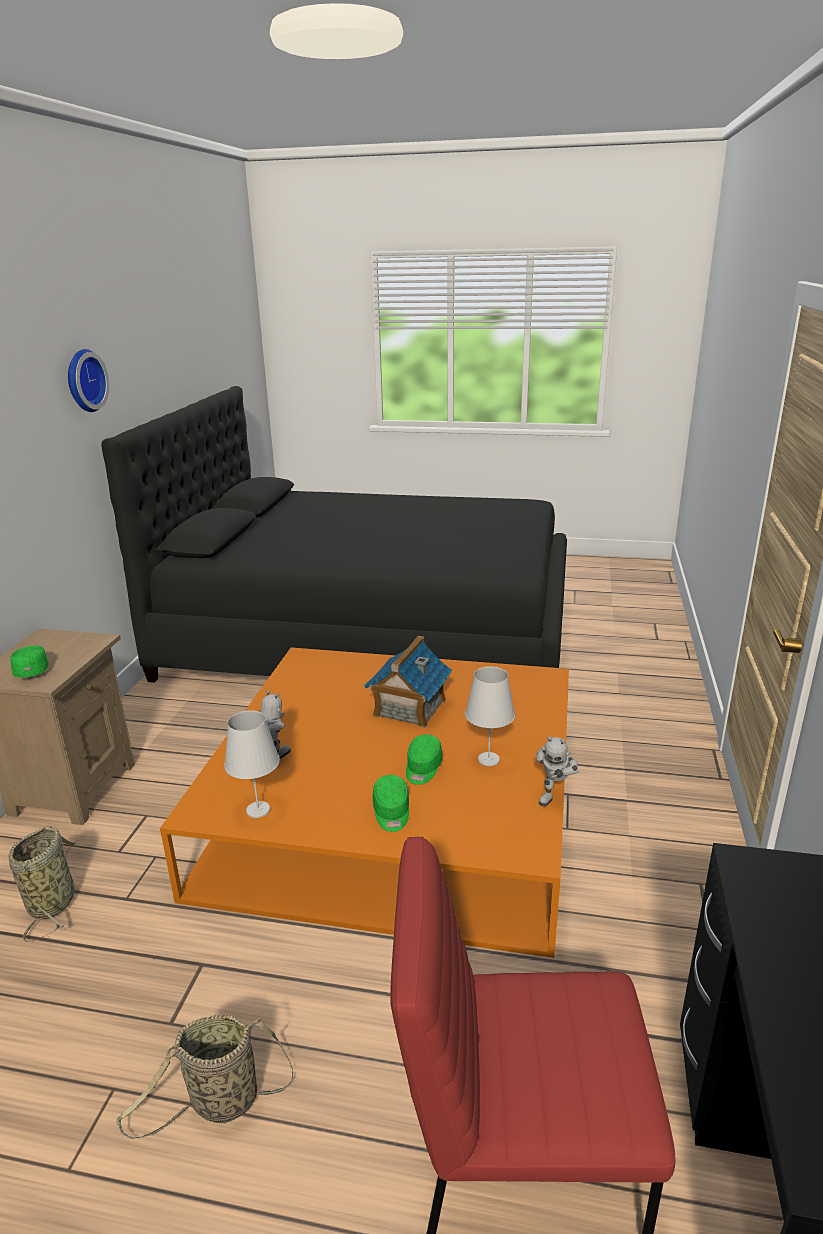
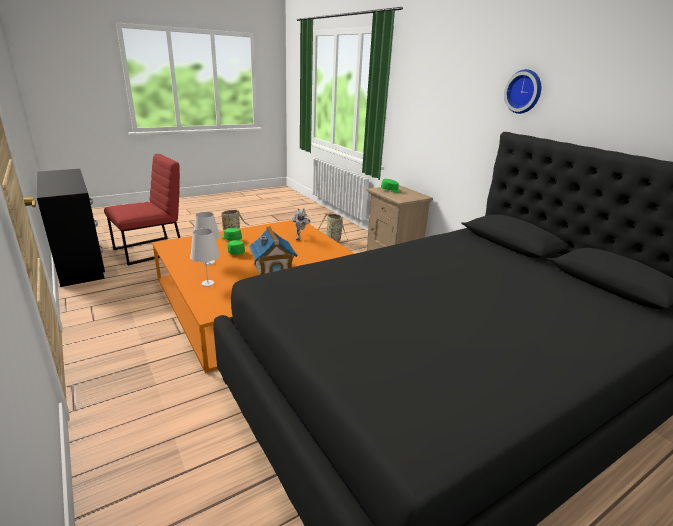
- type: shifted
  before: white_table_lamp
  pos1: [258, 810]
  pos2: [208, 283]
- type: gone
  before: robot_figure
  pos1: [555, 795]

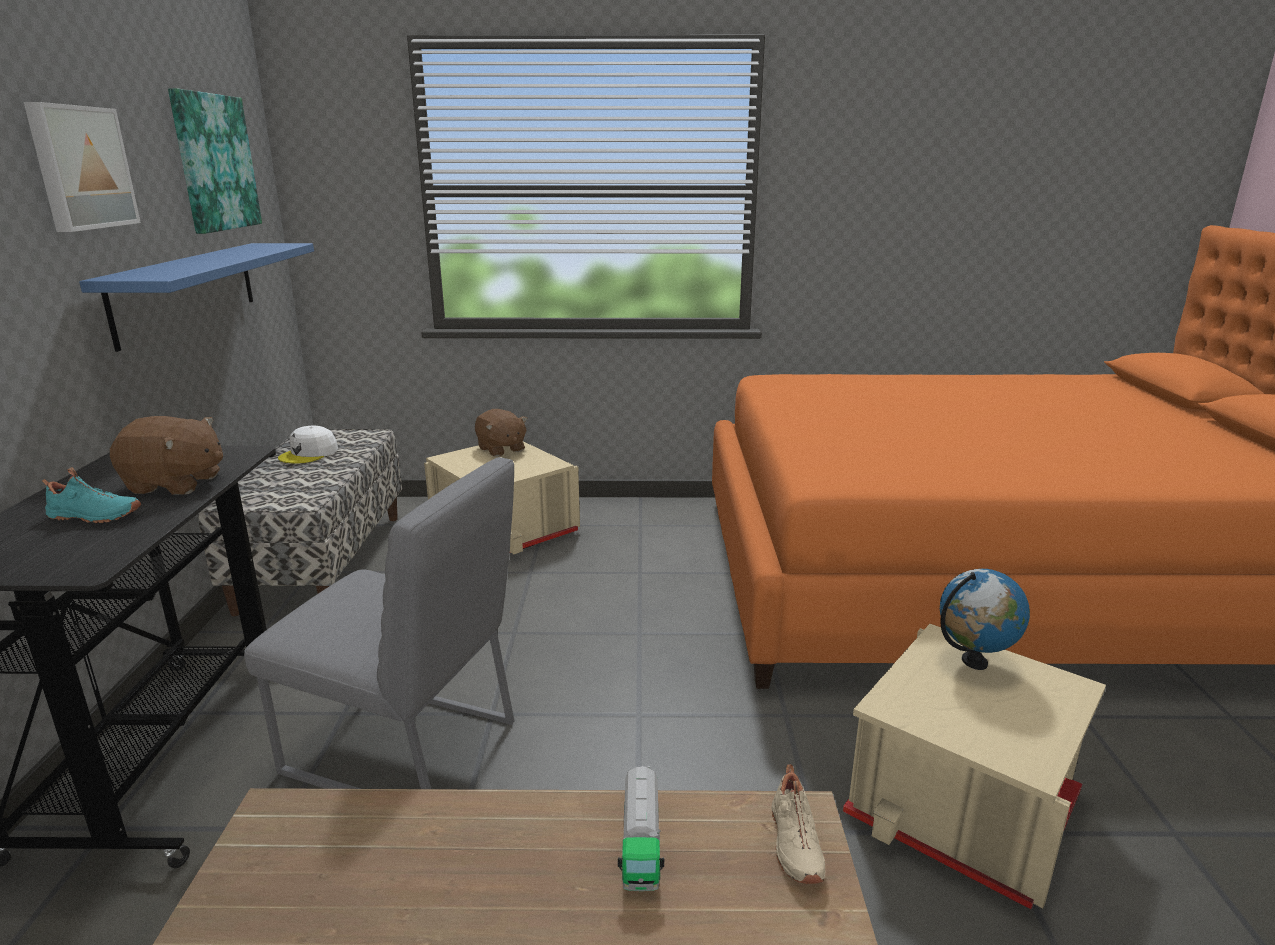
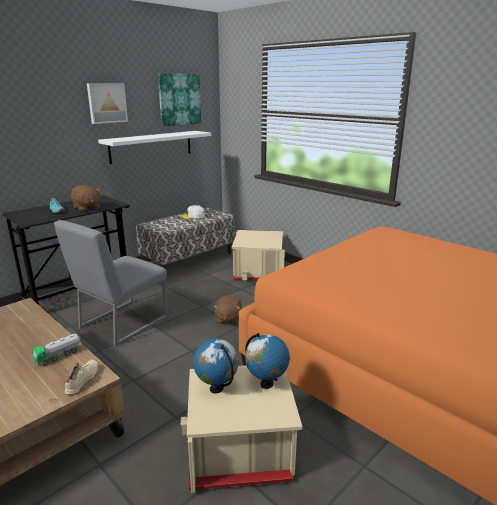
- type: repainted
  before: blue_shelf
  after: white_shelf
  pos1: [186, 291]
  pos2: [151, 146]
- type: rotated
  before: greyish_chair
  pos1: [406, 749]
  pos2: [121, 323]
  turn: 60
- type: shifted
  before: brown_soft_toy
  pos1: [501, 449]
  pos2: [228, 319]
- type: rotated
  before: beige_low_shoe
  pos1: [793, 843]
  pos2: [83, 381]
  turn: 150
- type: new
  after: world_globe
  pos2: [217, 388]

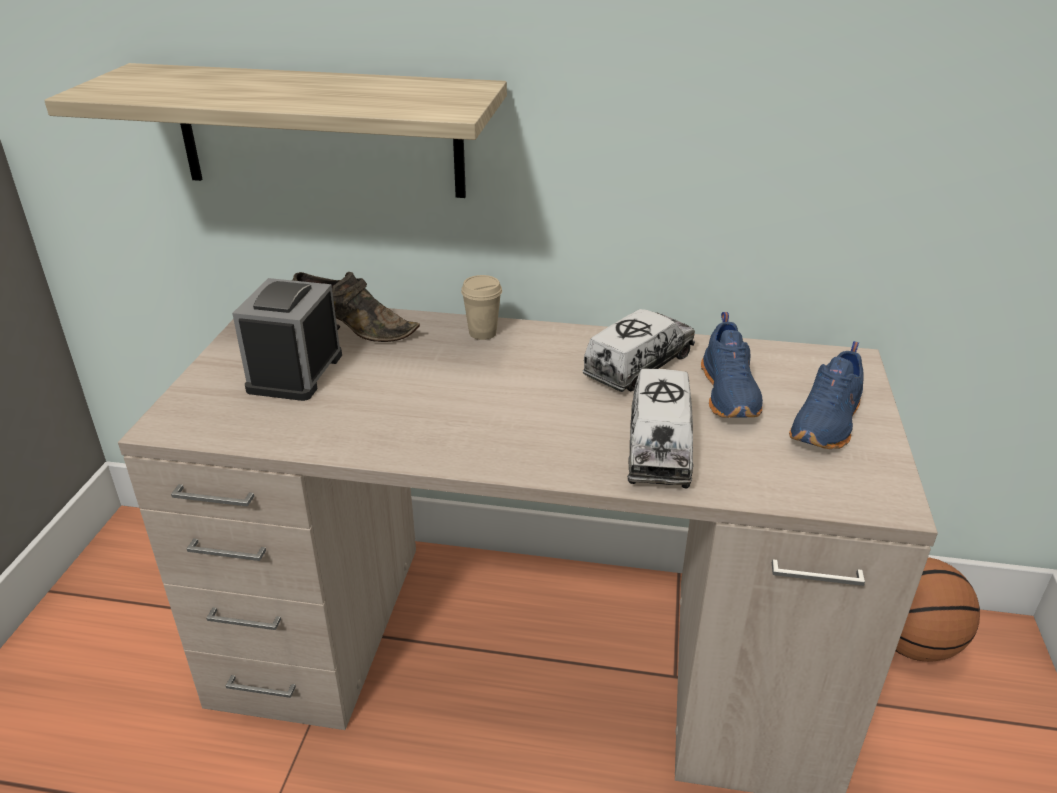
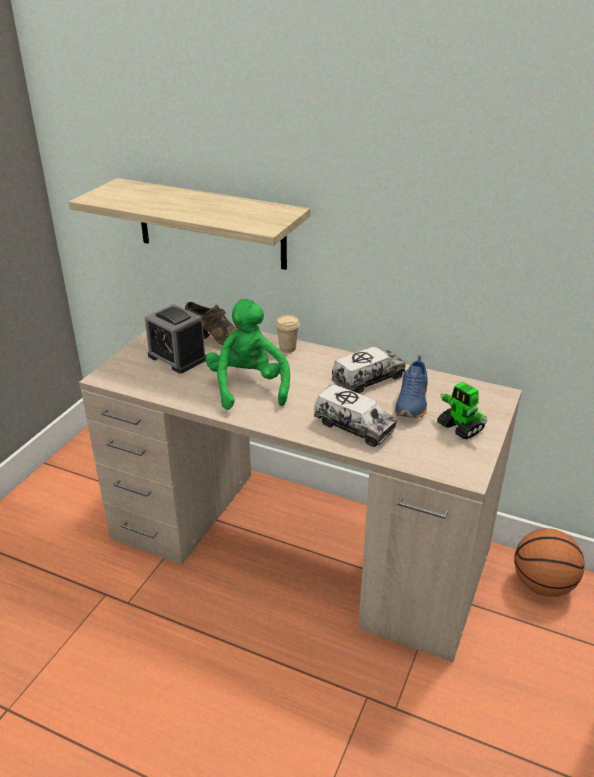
- type: rotated
  before: alarm_clock
  pos1: [295, 372]
  pos2: [177, 357]
  turn: -75
- type: rotated
  before: toy_truck
  pos1: [659, 448]
  pos2: [354, 427]
  turn: -75
- type: swapped
  before: blue_low_shoe
  after: robot_figure
  pos1: [828, 423]
  pos2: [460, 428]
- type: new
  after: green-coloured_soft_toy
  pos2: [248, 387]

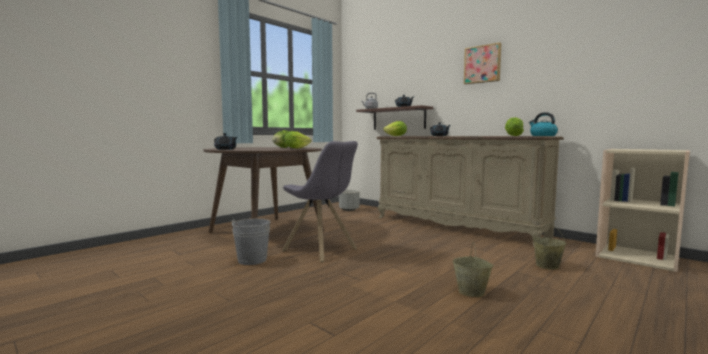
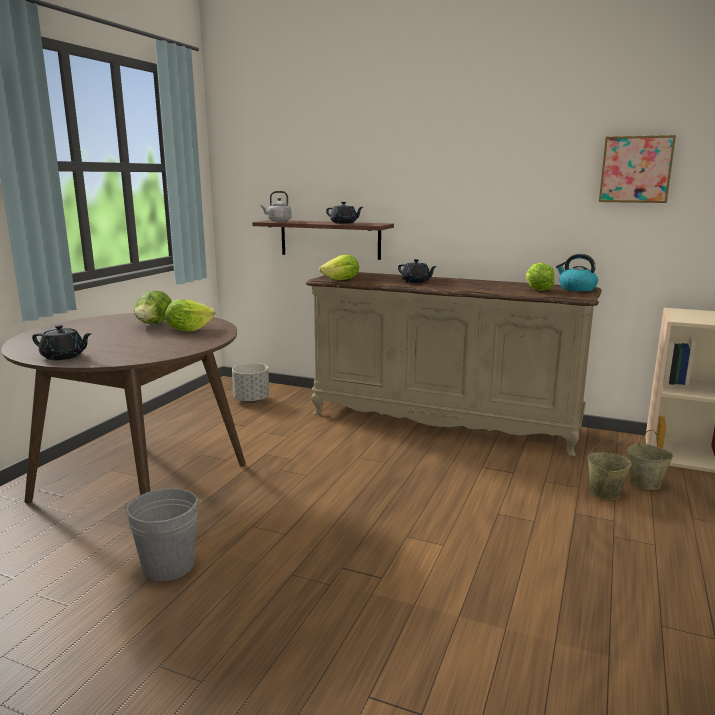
- type: gone
  before: greyish_chair
  pos1: [320, 250]
- type: shifted
  before: beige_water_bucket
  pos1: [472, 292]
  pos2: [646, 483]
- type: shifted
  before: wall_art
  pos1: [482, 64]
  pos2: [635, 169]

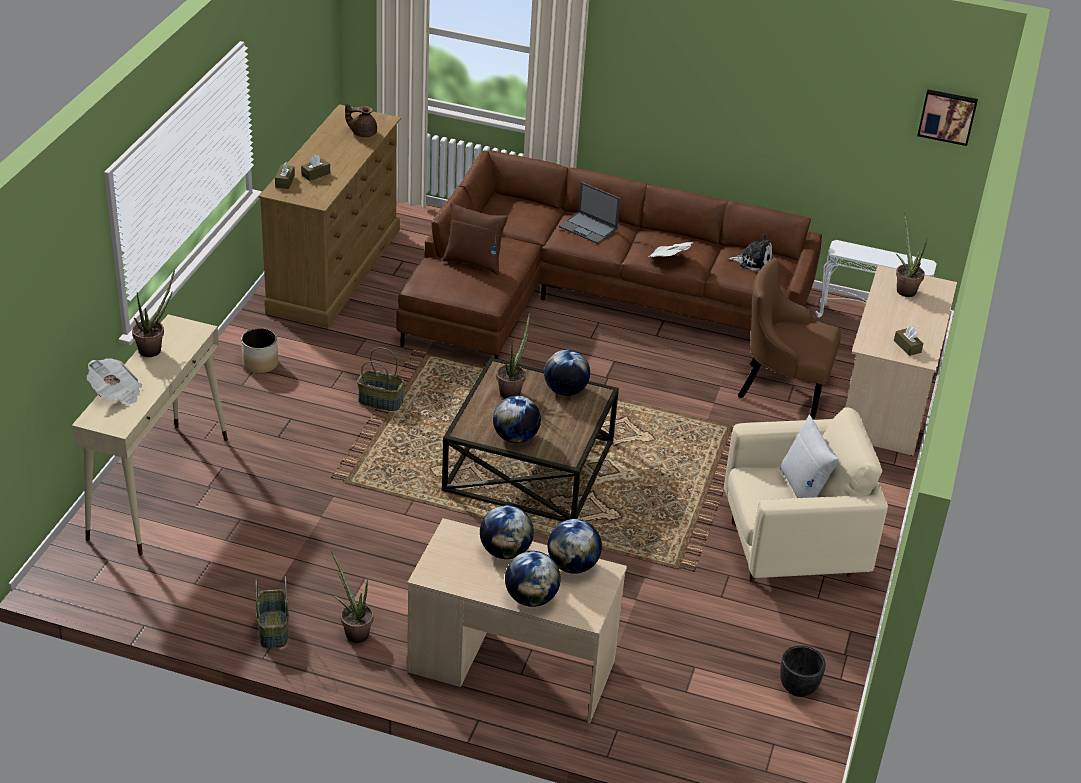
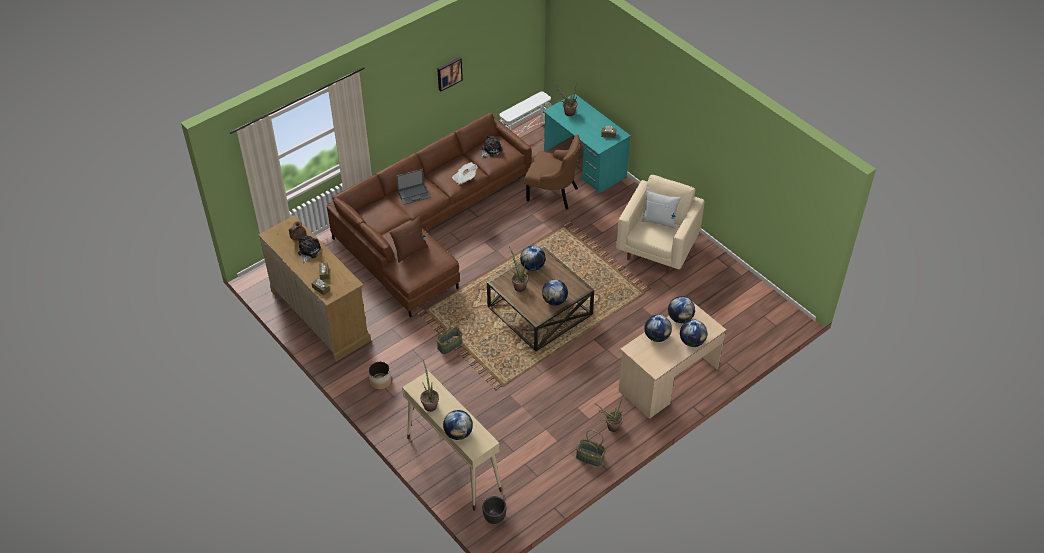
- type: swapped
  before: daily_paper
  after: world_globe
  pos1: [116, 393]
  pos2: [458, 433]
- type: rotated
  before: brown_chair
  pos1: [784, 390]
  pos2: [551, 194]
  turn: -120
- type: shifted
  before: blackish_plant_pot
  pos1: [798, 689]
  pos2: [494, 518]
- type: repainted
  before: beige_desk_unit
  after: turquoise_desk_unit
  pos1: [888, 401]
  pos2: [584, 164]
- type: shifted
  before: wall_art
  pos1: [947, 116]
  pos2: [449, 73]
- type: new
  after: soft_toy
  pos2: [308, 252]

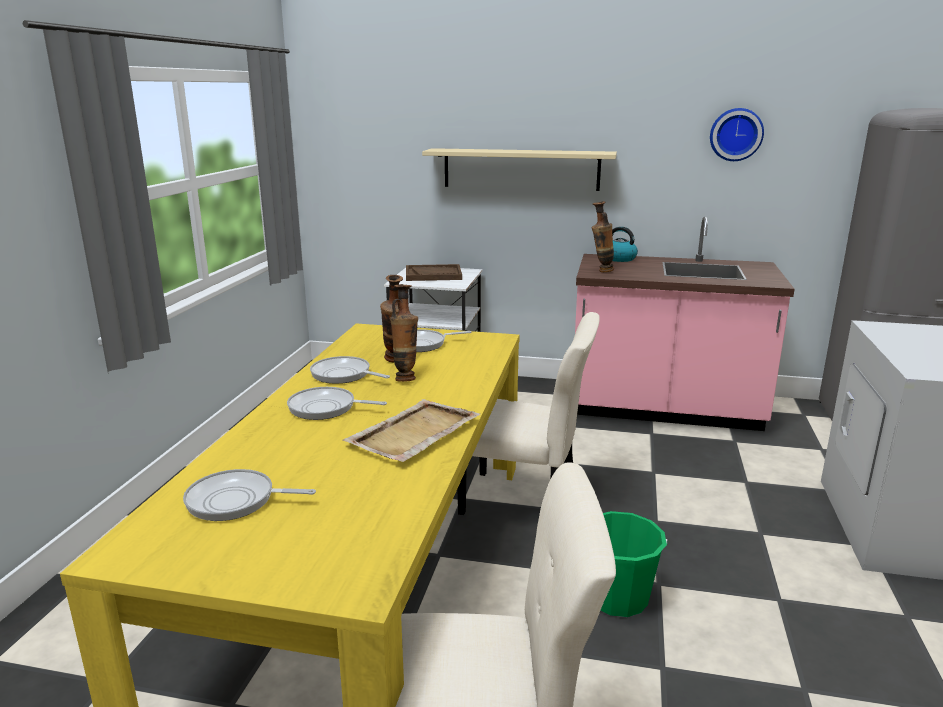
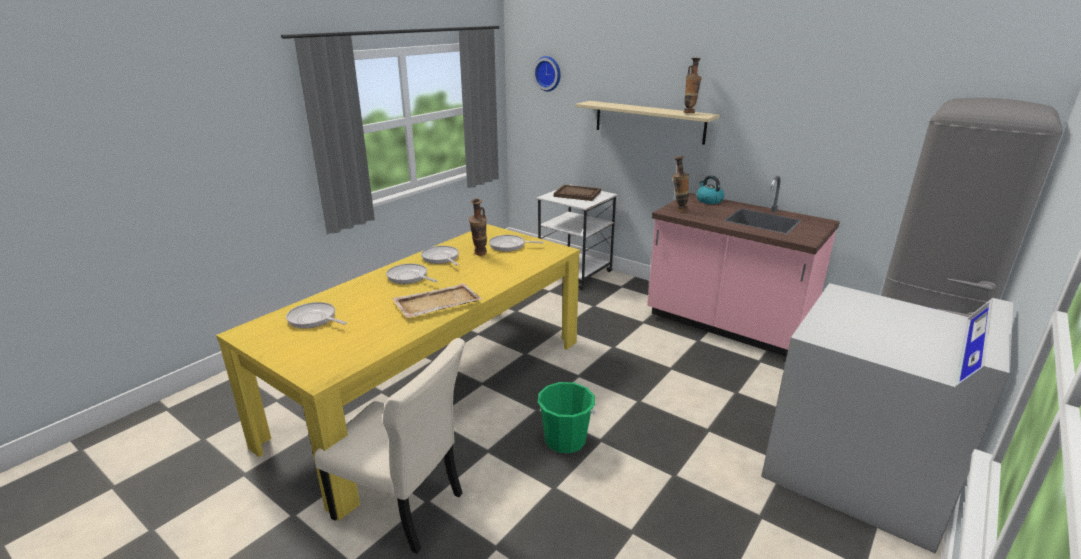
- type: shifted
  before: vase
  pos1: [405, 378]
  pos2: [689, 113]
- type: gone
  before: beige_chair
  pos1: [525, 501]
- type: shifted
  before: clock_on_the_wall
  pos1: [736, 134]
  pos2: [548, 73]

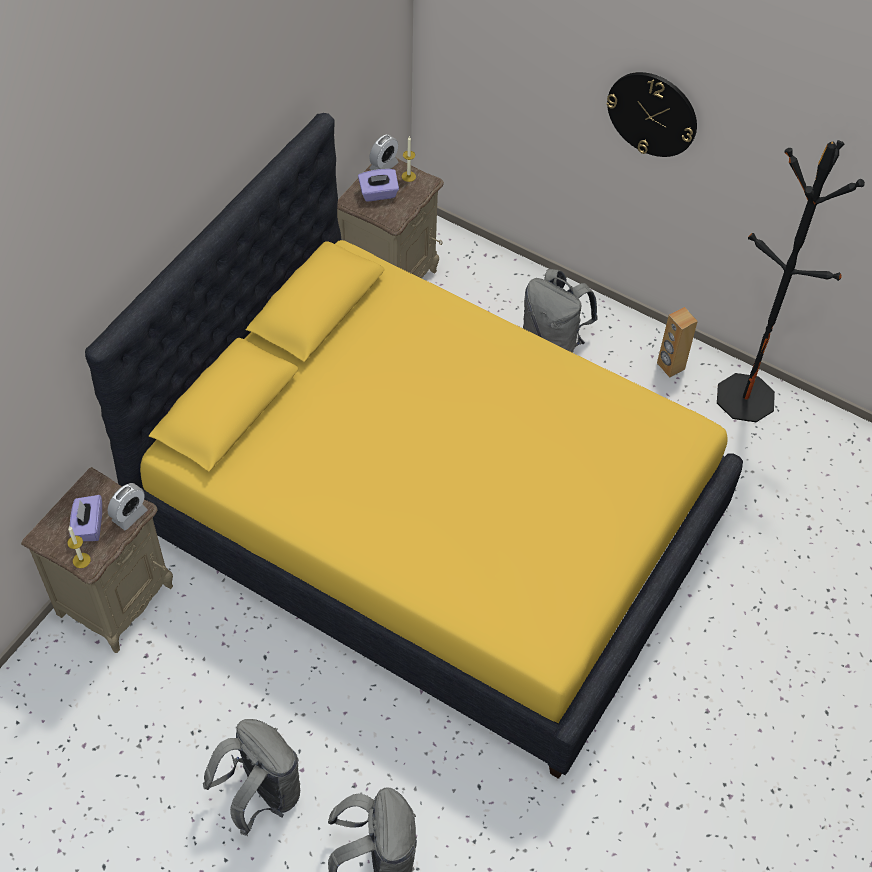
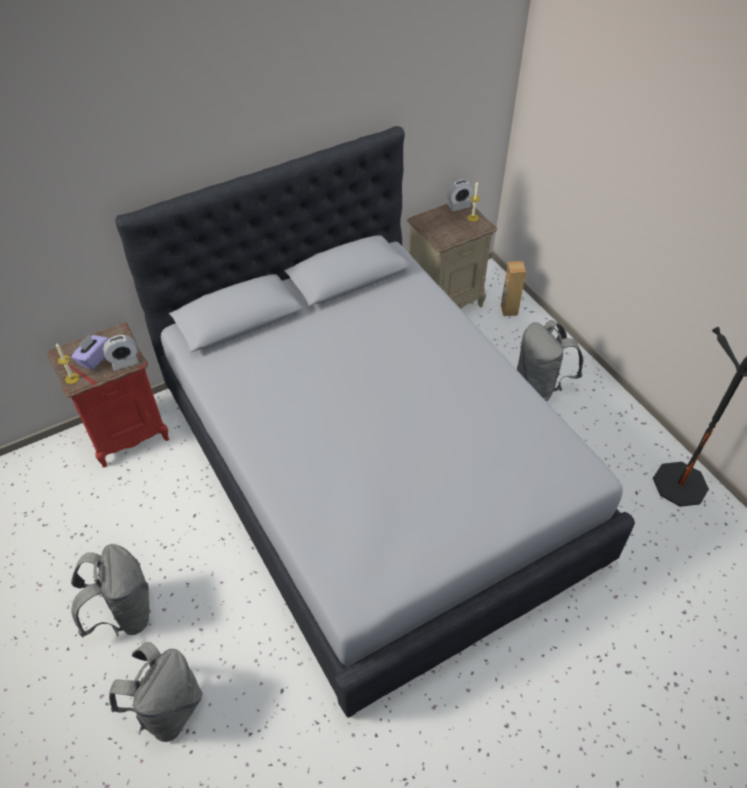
- type: repainted
  before: beige_bedside_table
  after: red-coloured_bedside_table
  pos1: [117, 601]
  pos2: [128, 434]
- type: repainted
  before: yellow_sleeping_bed
  after: greyish_sleeping_bed
  pos1: [430, 520]
  pos2: [373, 471]
- type: gone
  before: purple_tissue_box
  pos1: [378, 194]
- type: gone
  before: clock_on_the_wall
  pos1: [652, 114]
- type: shifted
  before: brown_audio_speaker
  pos1: [670, 366]
  pos2: [508, 310]

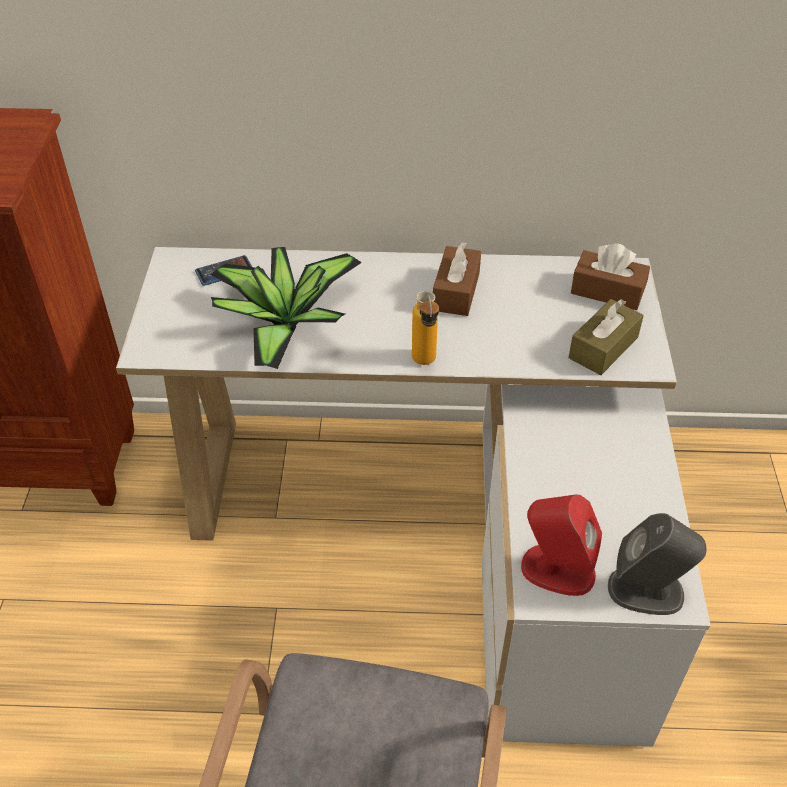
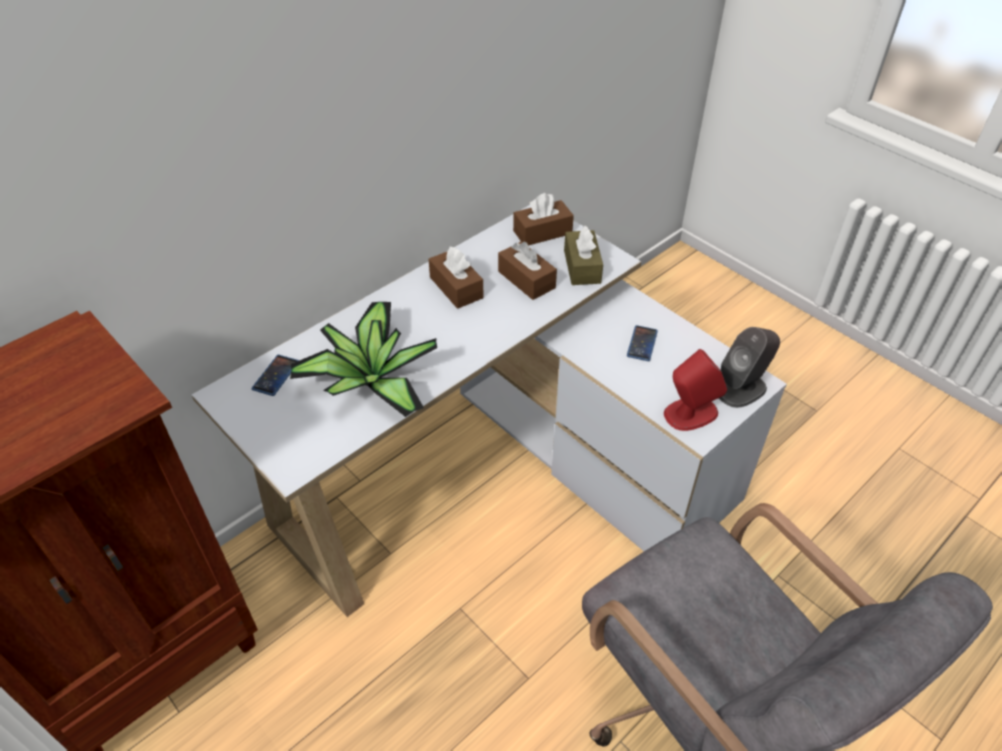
- type: gone
  before: beverage_bottle
  pos1: [425, 364]
- type: new
  after: brown_tissue_box
  pos2: [526, 279]
- type: new
  after: phone
  pos2: [642, 343]

